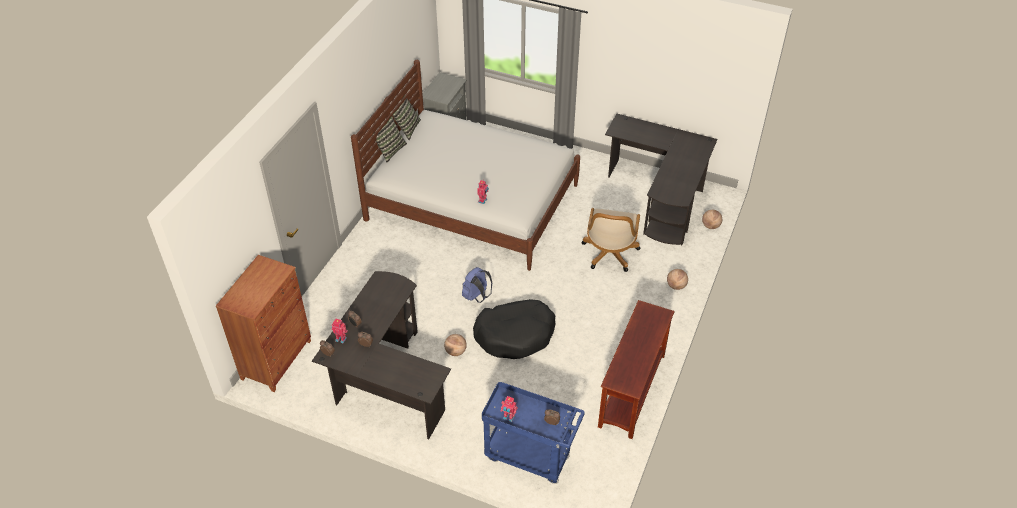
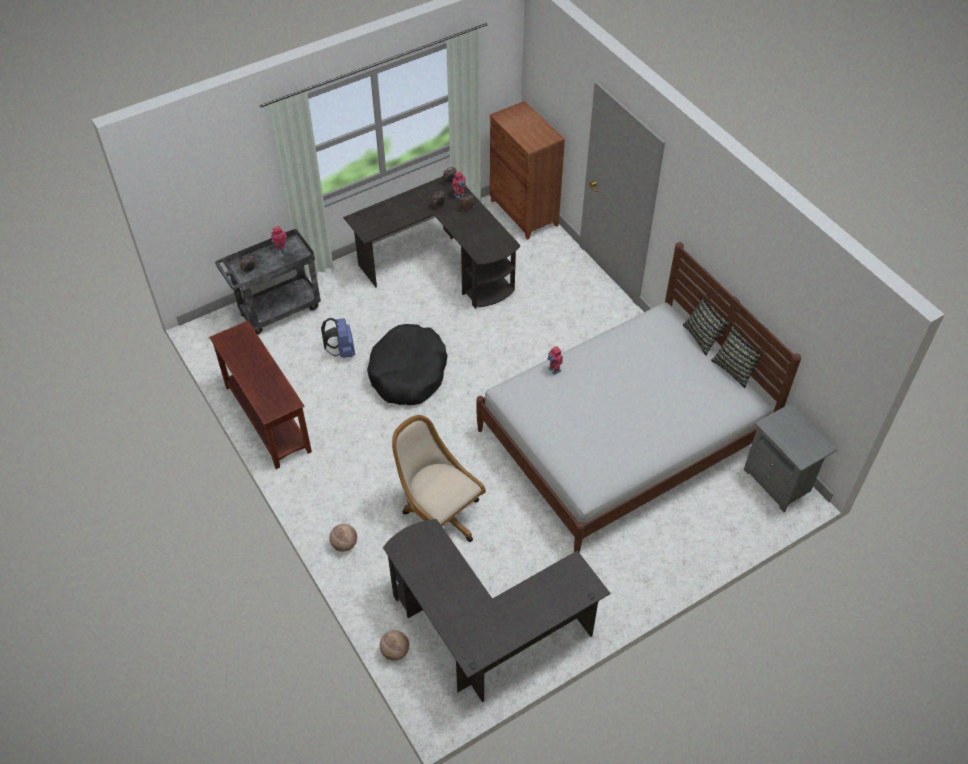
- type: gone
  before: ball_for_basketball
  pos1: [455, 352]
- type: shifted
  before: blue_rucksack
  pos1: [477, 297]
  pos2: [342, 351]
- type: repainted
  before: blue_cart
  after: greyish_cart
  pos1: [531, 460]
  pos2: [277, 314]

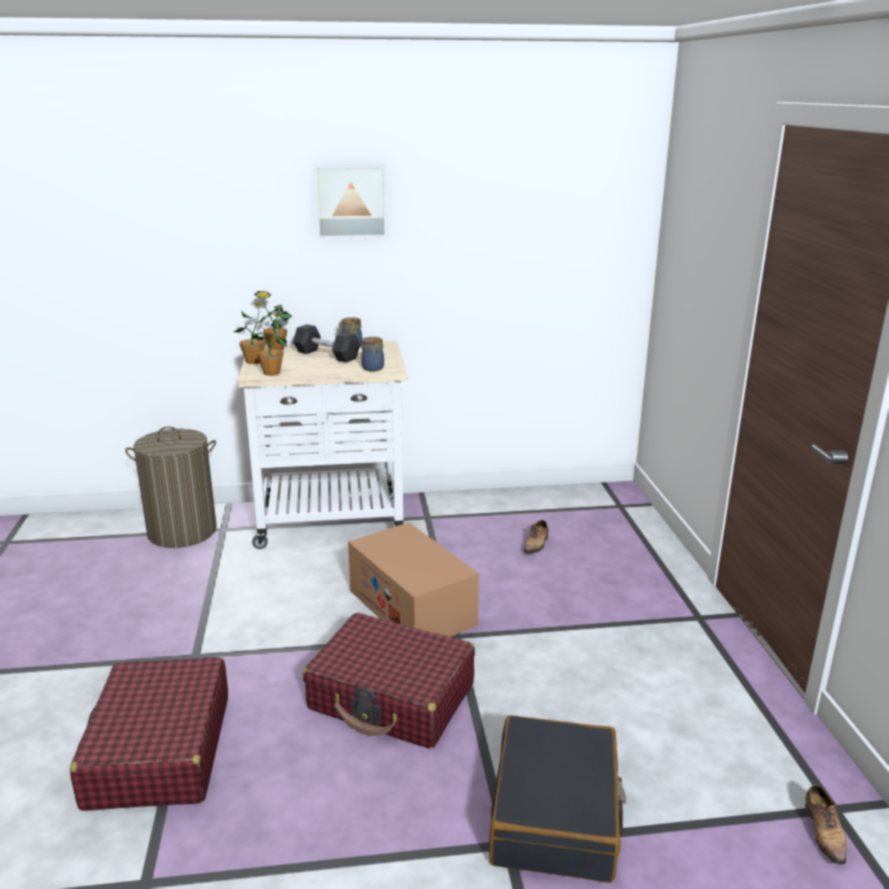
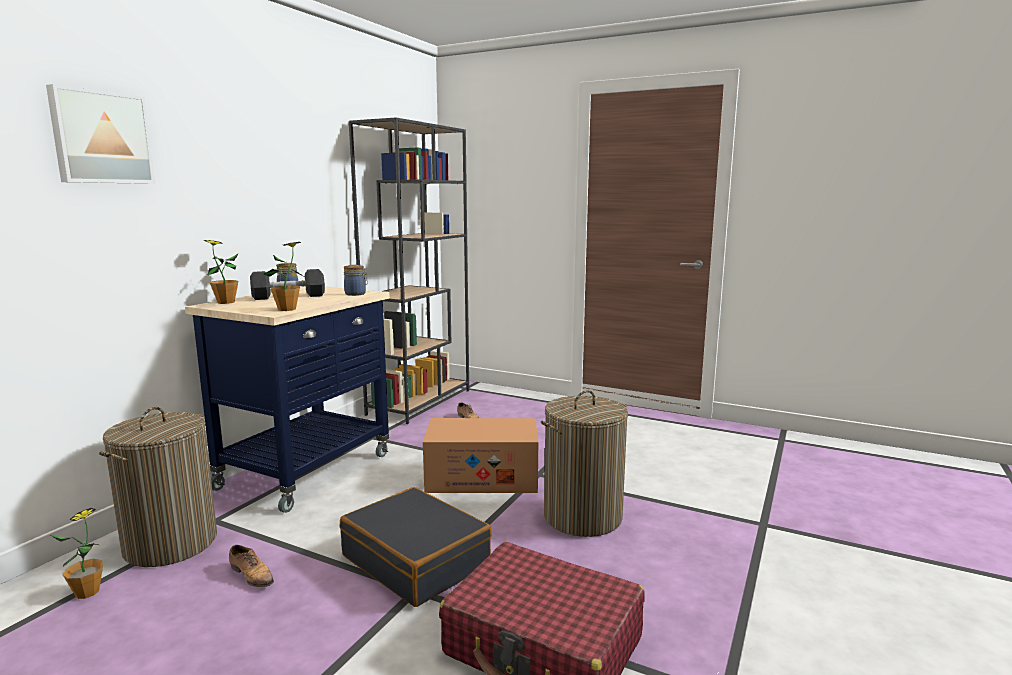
- type: shifted
  before: potted_plant
  pos1: [254, 361]
  pos2: [87, 592]
- type: repainted
  before: white_cart
  after: blue_cart
  pos1: [331, 521]
  pos2: [306, 470]
- type: swapped
  before: red-coloured_suitcase
  after: washing_basket
  pos1: [392, 697]
  pos2: [582, 516]
- type: shifted
  before: wall_art
  pos1: [351, 201]
  pos2: [101, 138]
- type: shifted
  before: blackish_suitcase
  pos1: [556, 814]
  pos2: [416, 561]
- type: shifted
  before: low_shoe
  pos1: [824, 833]
  pos2: [252, 575]
- type: new
  after: bookcase
  pos2: [419, 402]

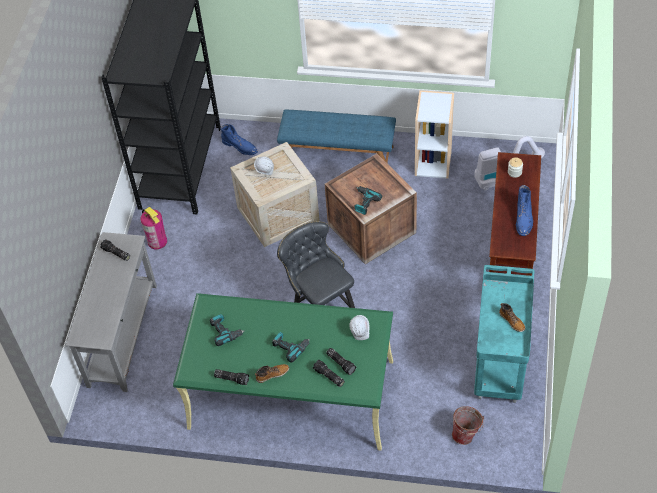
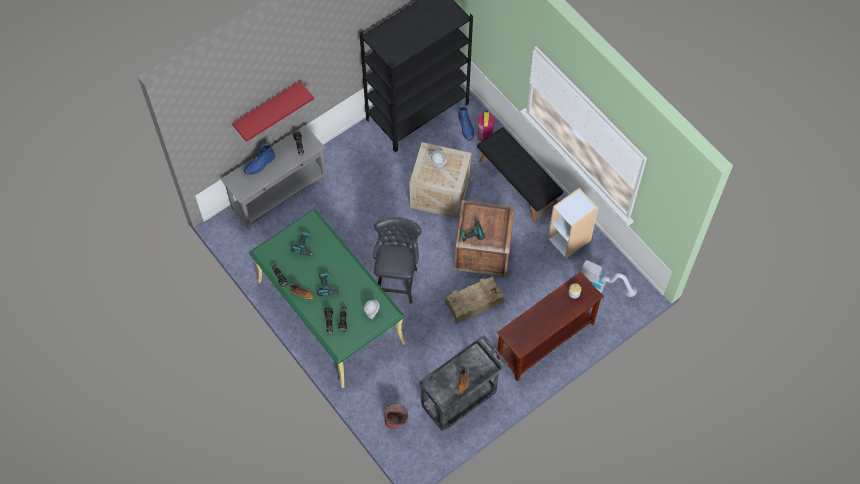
- type: shifted
  before: extinguisher
  pos1: [157, 241]
  pos2: [485, 135]
- type: repainted
  before: blue_indoor_bench
  after: blackish_indoor_bench
  pos1: [338, 154]
  pos2: [518, 183]
- type: repainted
  before: turquoise_cart
  after: greyish_cart
  pos1: [499, 362]
  pos2: [462, 399]
- type: shifted
  before: blue_boot
  pos1: [524, 219]
  pos2: [259, 164]
- type: new
  after: red-coloured_shelf
  pos2: [267, 107]
- type: new
  after: packing_crate
  pos2: [473, 303]

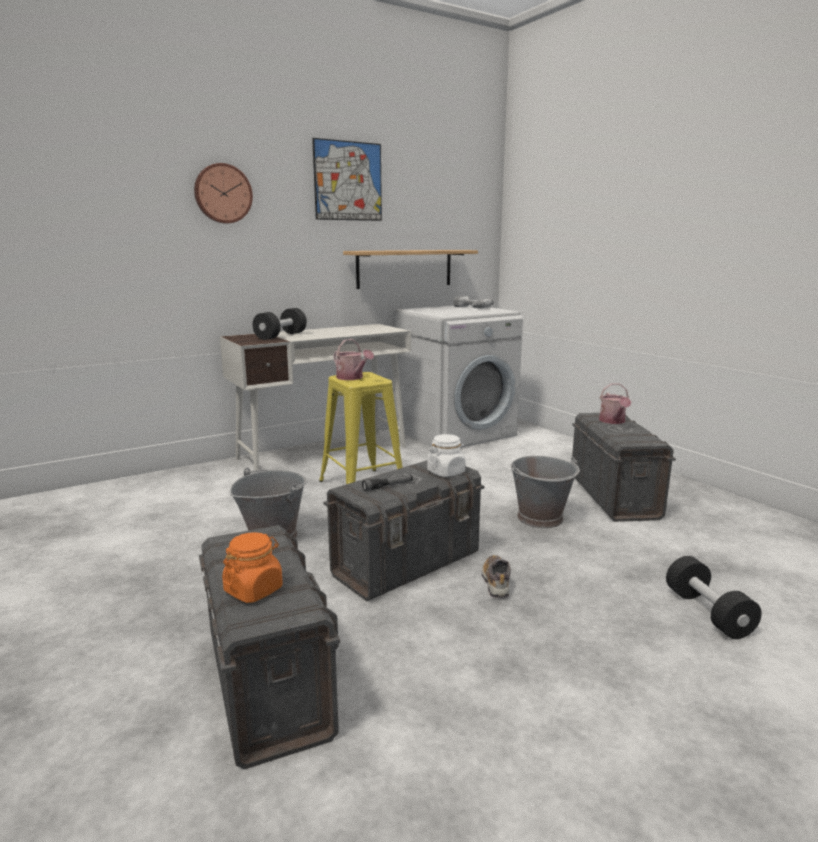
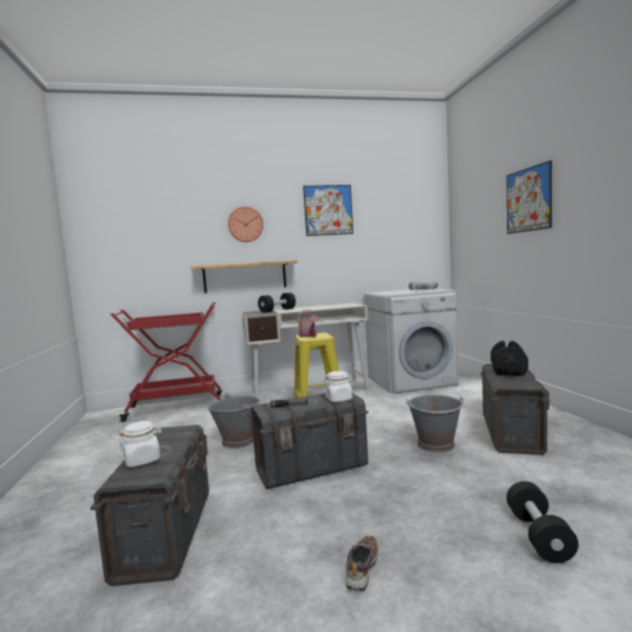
- type: repainted
  before: orangey_storage_jar
  after: white_storage_jar
  pos1: [254, 590]
  pos2: [142, 460]
- type: shifted
  before: shelf
  pos1: [404, 268]
  pos2: [245, 276]
- type: shifted
  before: low_shoe
  pos1: [496, 583]
  pos2: [362, 570]
- type: swapped
  before: watering_pot
  after: blackish_dumbbell
  pos1: [613, 421]
  pos2: [508, 370]
- type: new
  after: red-coloured_cart
  pos2: [175, 408]
- type: new
  after: wall_art
  pos2: [528, 200]

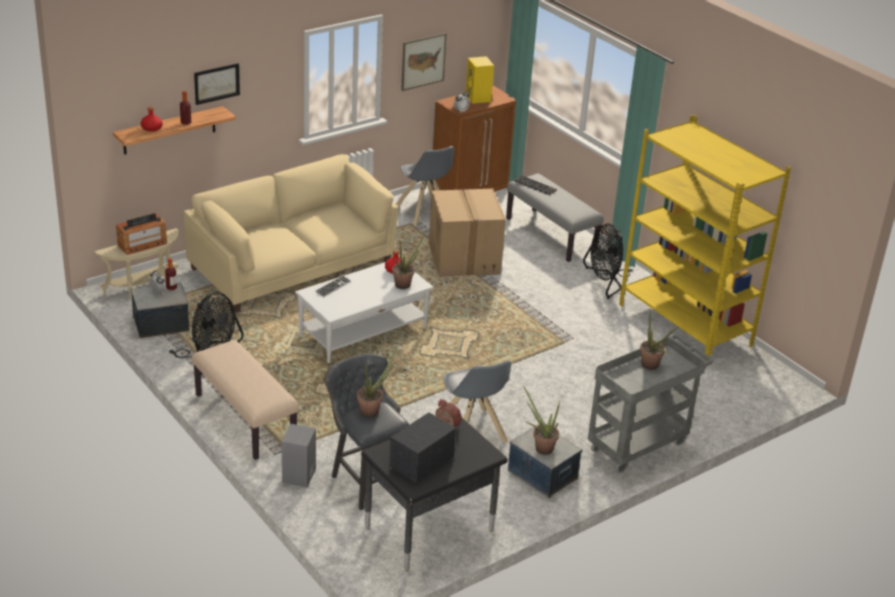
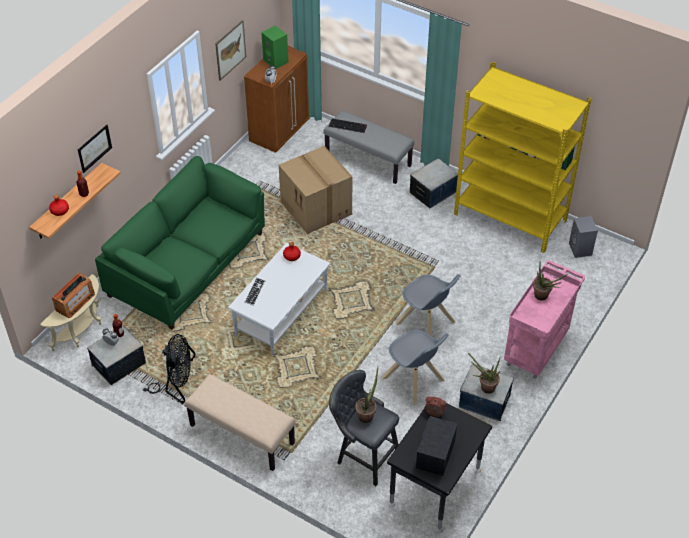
- type: repainted
  before: beige_settee
  after: green-coloured_settee
  pos1: [292, 266]
  pos2: [187, 265]
- type: shifted
  before: greyish_audio_speaker
  pos1: [299, 476]
  pos2: [581, 249]
- type: gone
  before: potted_plant
  pos1: [405, 284]
- type: shifted
  before: greyish_chair
  pos1: [424, 212]
  pos2: [427, 323]
- type: repainted
  before: yellow_audio_speaker
  after: green-coloured_audio_speaker
  pos1: [478, 98]
  pos2: [276, 61]
- type: swapped
  before: blackish_electric_fan
  after: storage_container
  pos1: [607, 280]
  pos2: [433, 192]
- type: repainted
  before: greyish_cart
  after: pink-coloured_cart
  pos1: [641, 446]
  pos2: [537, 347]

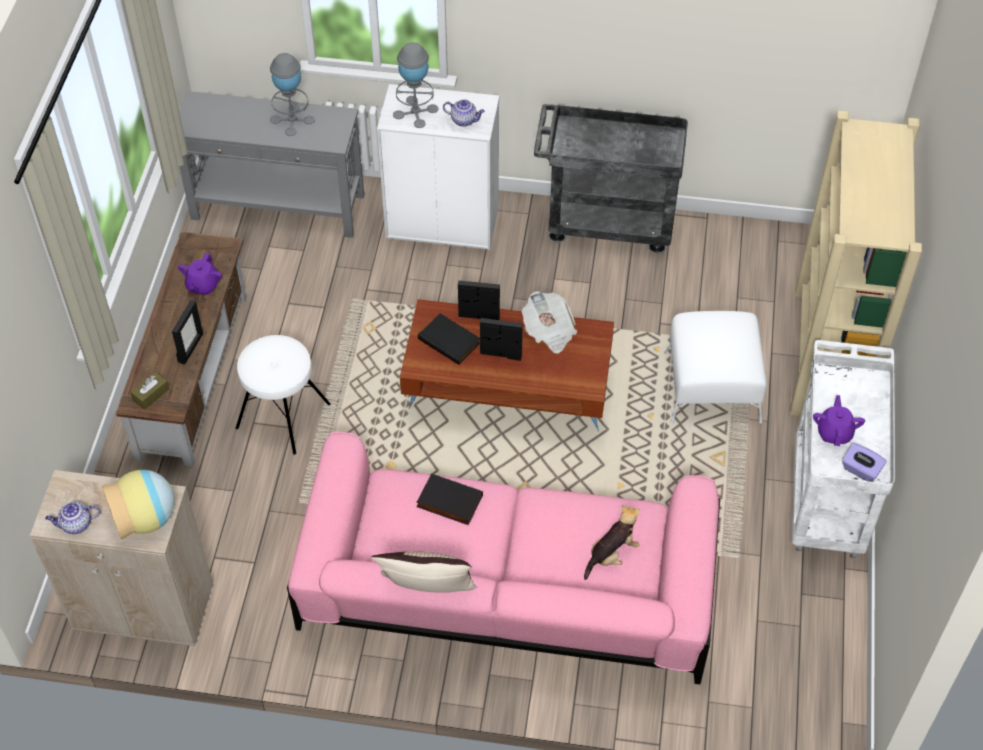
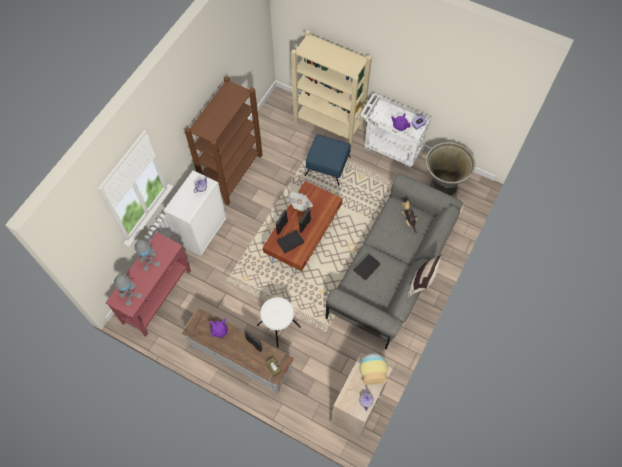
- type: repainted
  before: greyish_console_table
  after: red-coloured_console_table
  pos1: [279, 208]
  pos2: [157, 296]
- type: repainted
  before: pink-coloured_settee
  after: greyish_settee
  pos1: [505, 589]
  pos2: [393, 268]
- type: shifted
  before: greyish_table_lamp
  pos1: [415, 112]
  pos2: [130, 294]
- type: swapped
  before: blackish_cart
  after: brown_bookcase
  pos1: [604, 229]
  pos2: [232, 173]
- type: repainted
  before: white_pouffe
  after: blue_pouffe
  pos1: [711, 387]
  pos2: [328, 166]
- type: new
  after: greyish_plant_pot
  pos2: [442, 185]

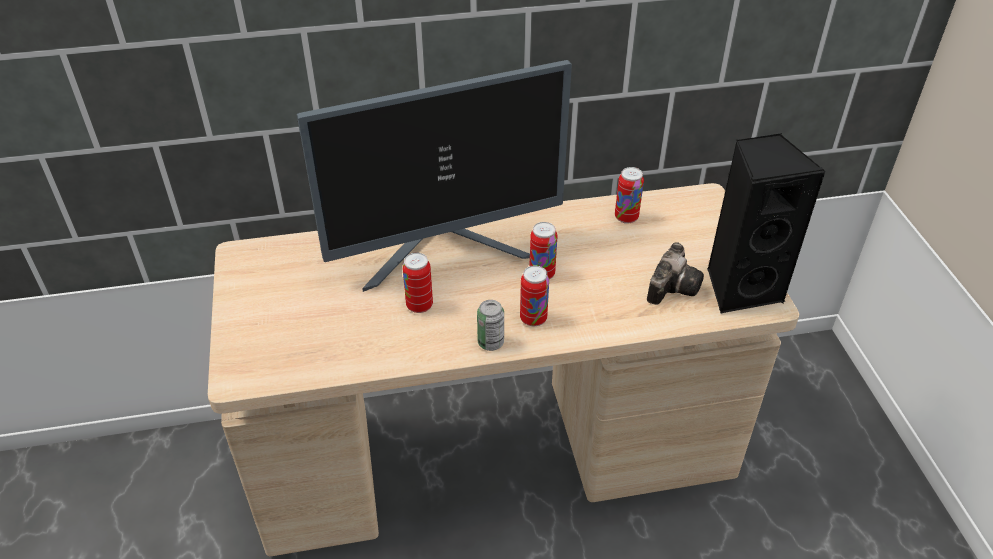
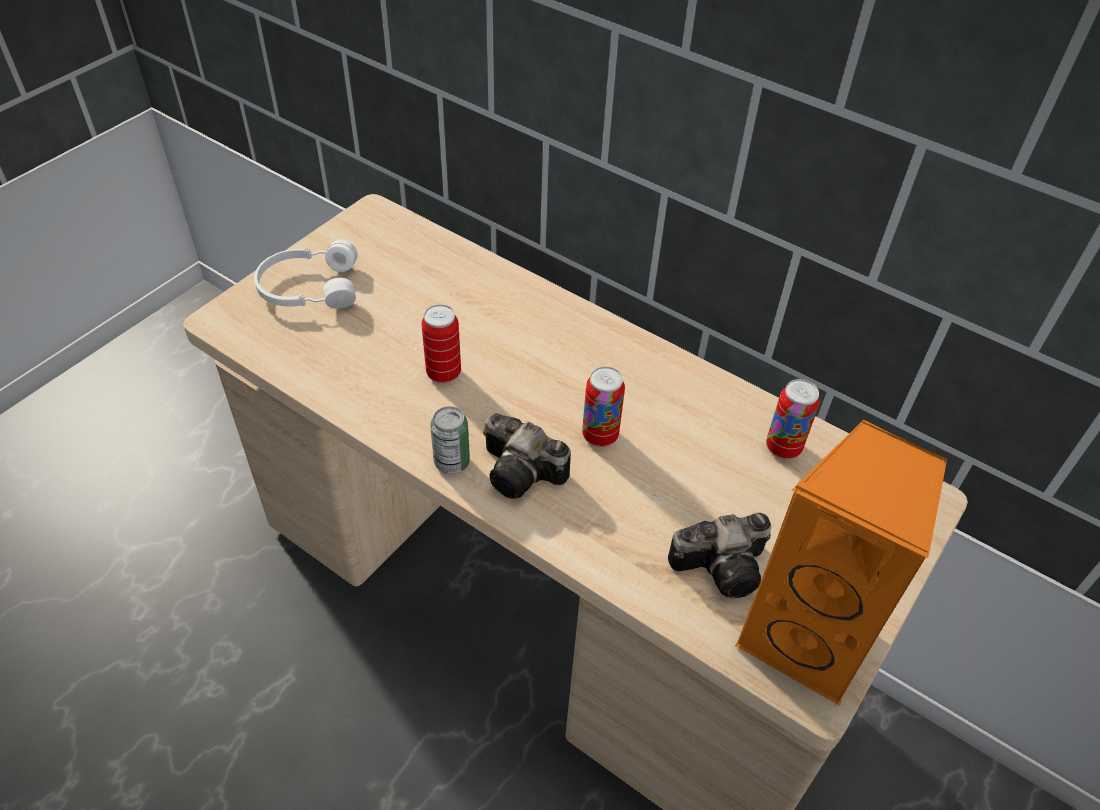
- type: gone
  before: computer_display
  pos1: [444, 250]
- type: swapped
  before: sealed_can
  after: still_camera
  pos1: [533, 319]
  pos2: [524, 473]
- type: repainted
  before: blackish_audio_speaker
  after: orangey_audio_speaker
  pos1: [741, 287]
  pos2: [807, 639]
- type: new
  after: white_pair_of_headphones
  pos2: [308, 287]

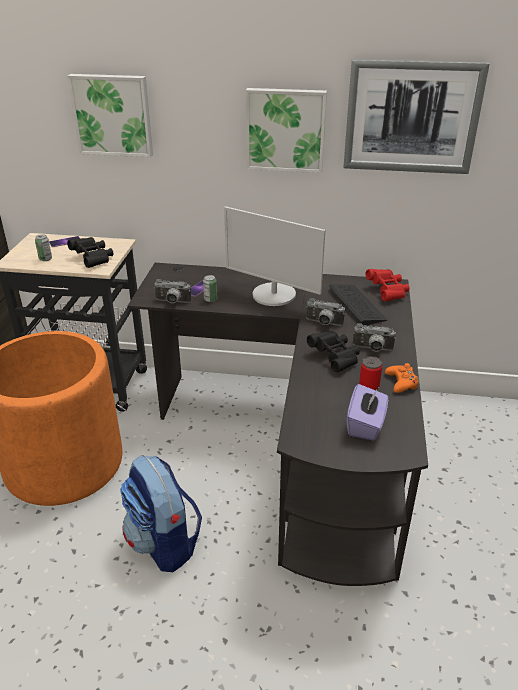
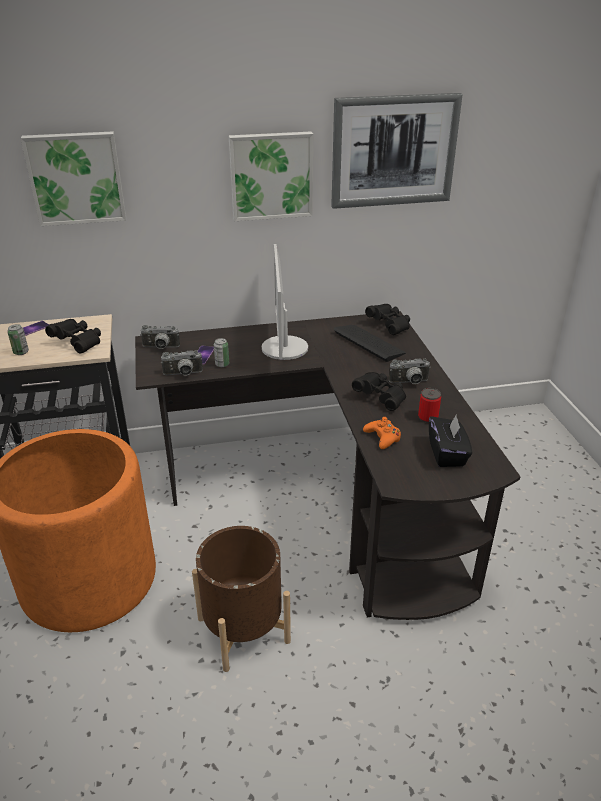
- type: swapped
  before: rucksack
  after: brown_plant_pot
  pos1: [164, 543]
  pos2: [243, 630]
- type: rotated
  before: computer_display
  pos1: [274, 295]
  pos2: [284, 348]
  turn: 75
- type: shifted
  before: still_camera
  pos1: [323, 323]
  pos2: [160, 348]
- type: repainted
  before: purple_tissue_box
  after: blackish_tissue_box
  pos1: [366, 425]
  pos2: [447, 454]
- type: repainted
  before: red-coloured_pair_of_binoculars
  after: blackish_pair_of_binoculars
  pos1: [387, 292]
  pos2: [389, 326]
- type: shifted
  before: orangey_gamepad
  pos1: [401, 383]
  pos2: [383, 438]

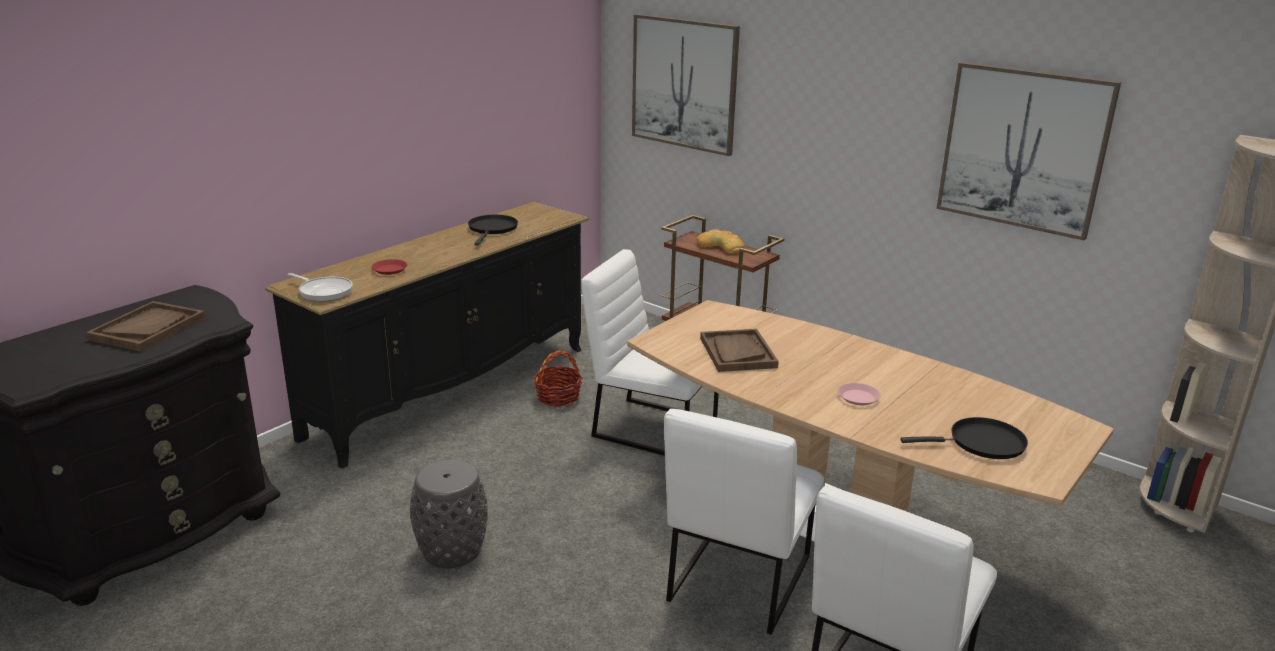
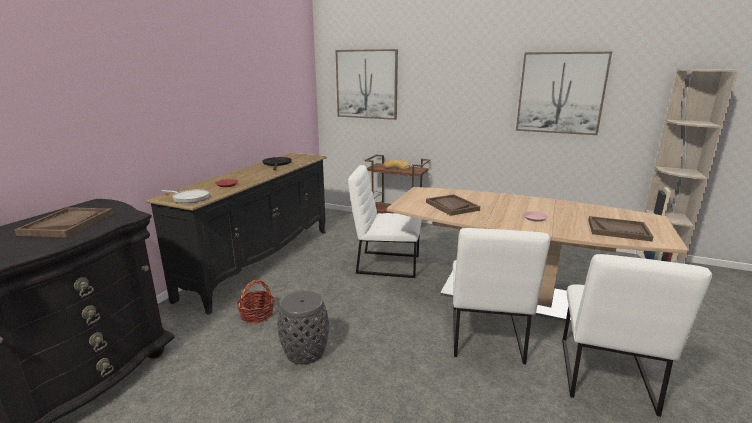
- type: shifted
  before: storage_basket
  pos1: [558, 397]
  pos2: [257, 314]
- type: swapped
  before: blackish_skillet
  after: brown_serving_tray
  pos1: [982, 443]
  pos2: [618, 230]

